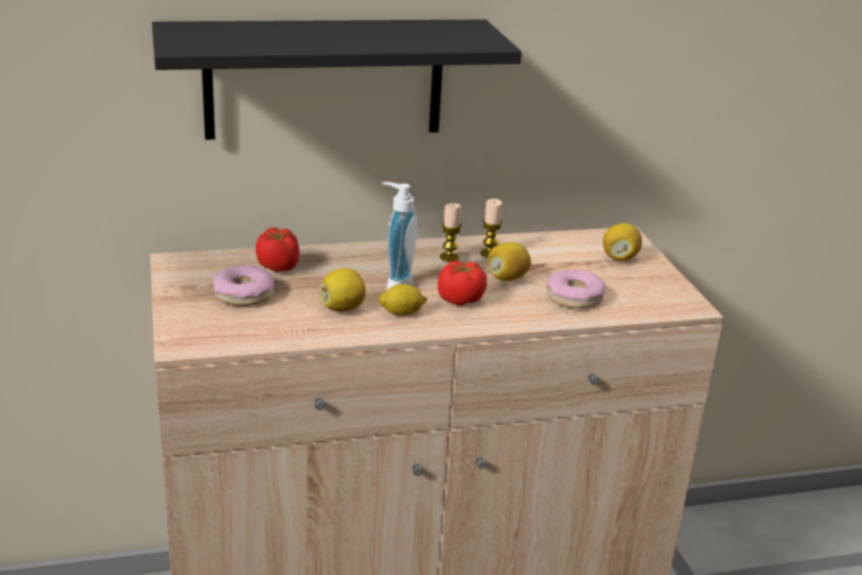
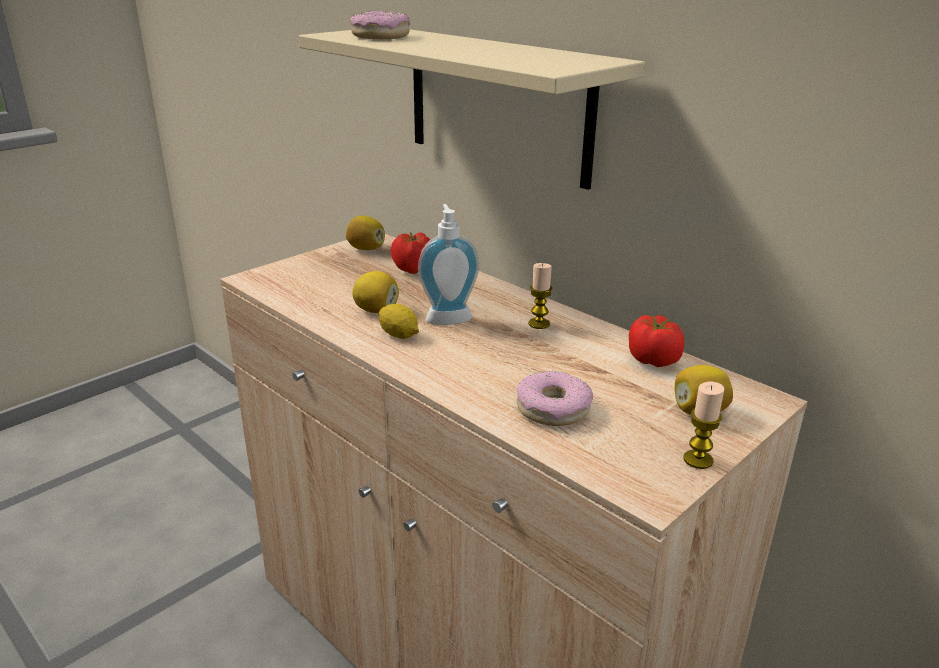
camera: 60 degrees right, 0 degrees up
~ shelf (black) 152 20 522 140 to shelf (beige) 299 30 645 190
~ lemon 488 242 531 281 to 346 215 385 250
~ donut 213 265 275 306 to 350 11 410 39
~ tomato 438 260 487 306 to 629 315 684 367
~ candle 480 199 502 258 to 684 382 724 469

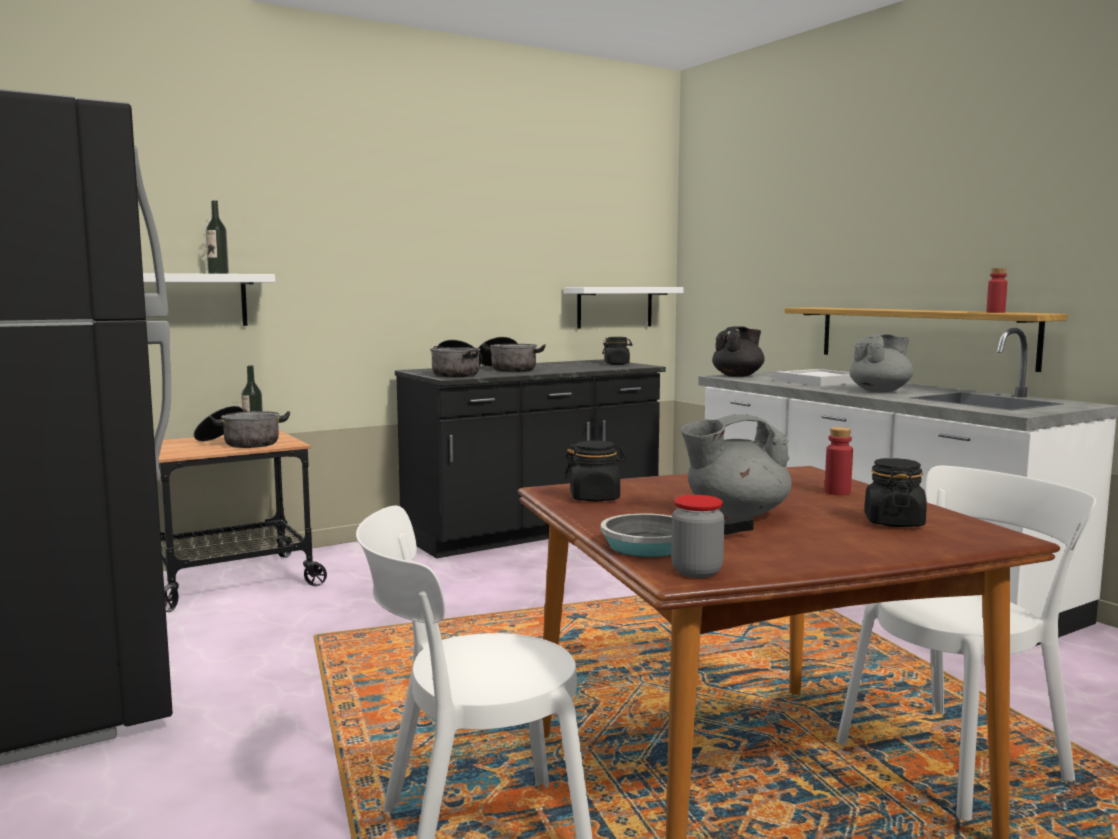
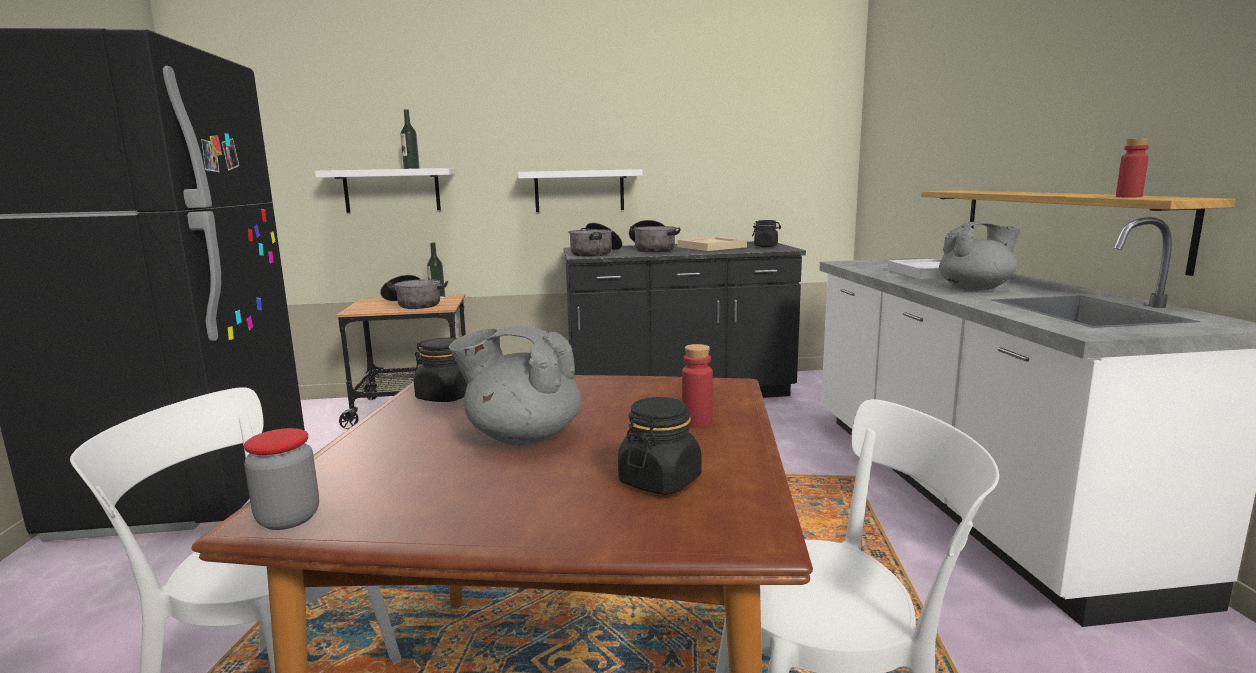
camera: 25 degrees right, 5 degrees up
~ shelf (white) 565 287 683 328 to 518 169 643 212
+ tray (beige) 677 237 747 251
- frying pan 601 513 753 557
- teapot (black) 712 326 765 377

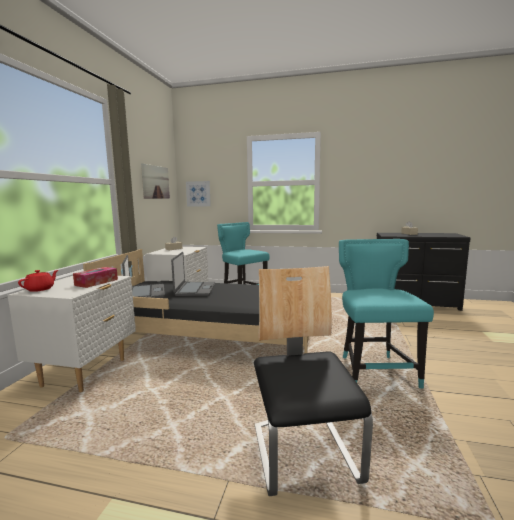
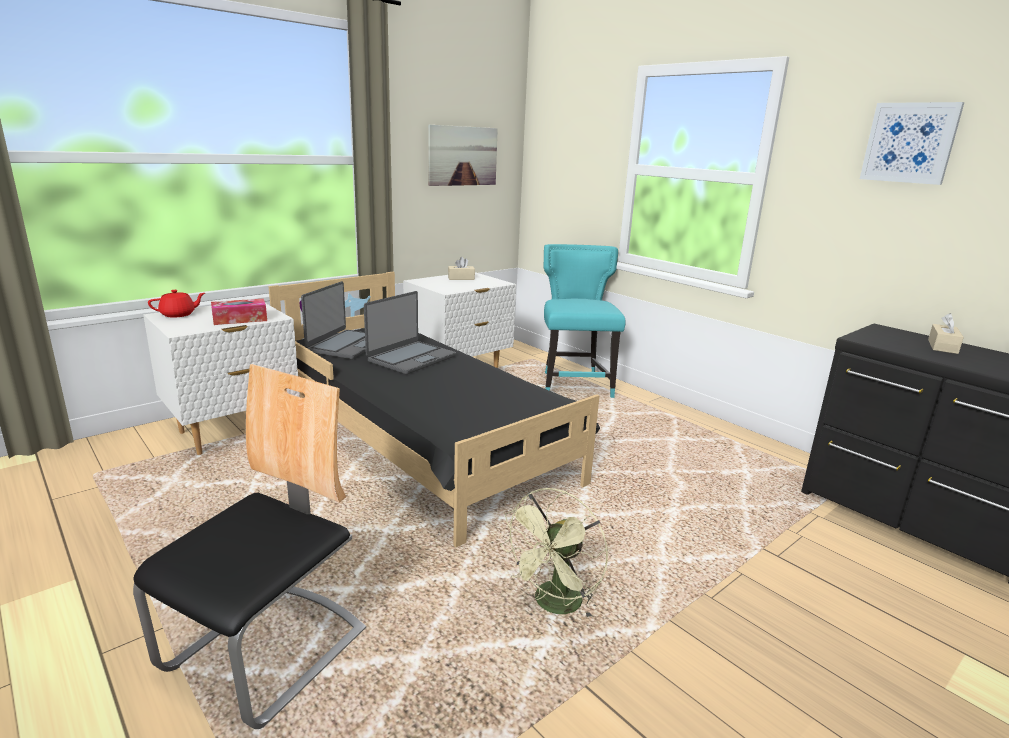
camera: 35 degrees right, 10 degrees up
~ chair (turquoise) 339 239 434 389 to fan (green) 500 488 608 620
~ picture 186 181 211 207 to 860 102 965 185

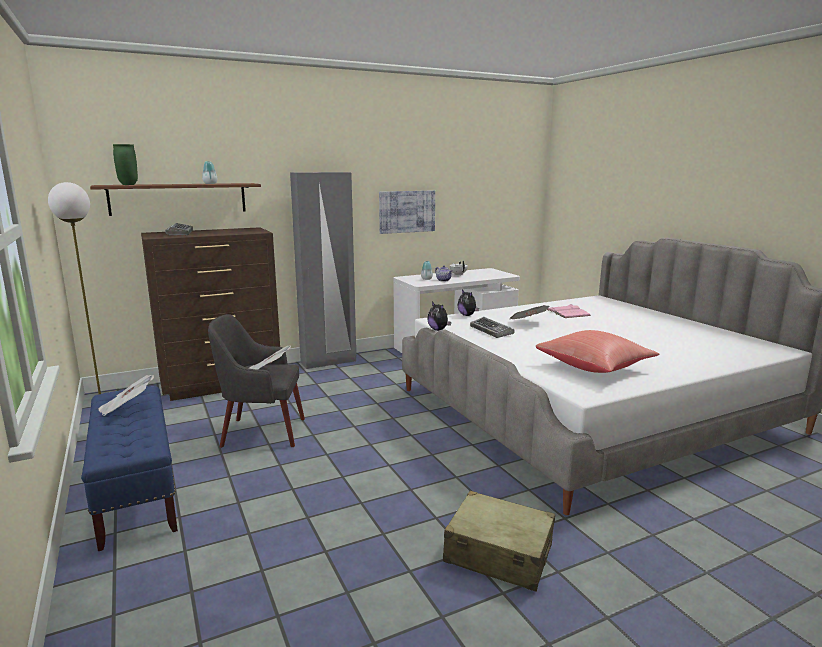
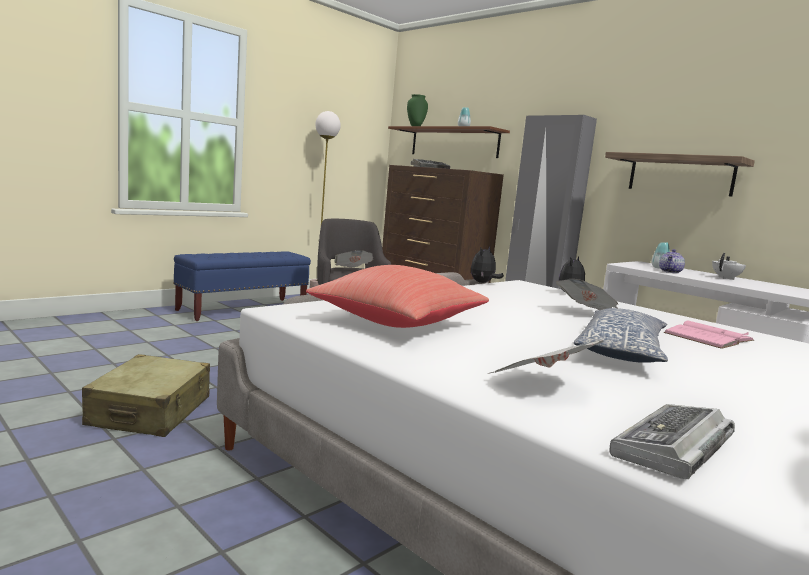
camera: 70 degrees right, 5 degrees down
~ newspaper 98 375 154 416 to 490 340 604 373
+ pillow 574 308 668 363
~ picture 379 190 435 234 to shelf 605 152 755 197
~ keyboard 470 317 515 338 to 610 404 735 479

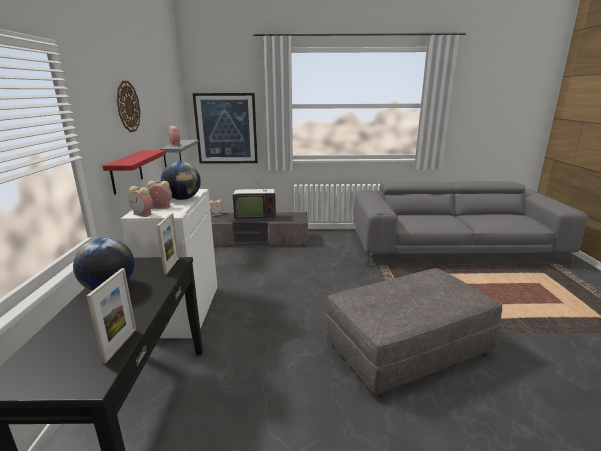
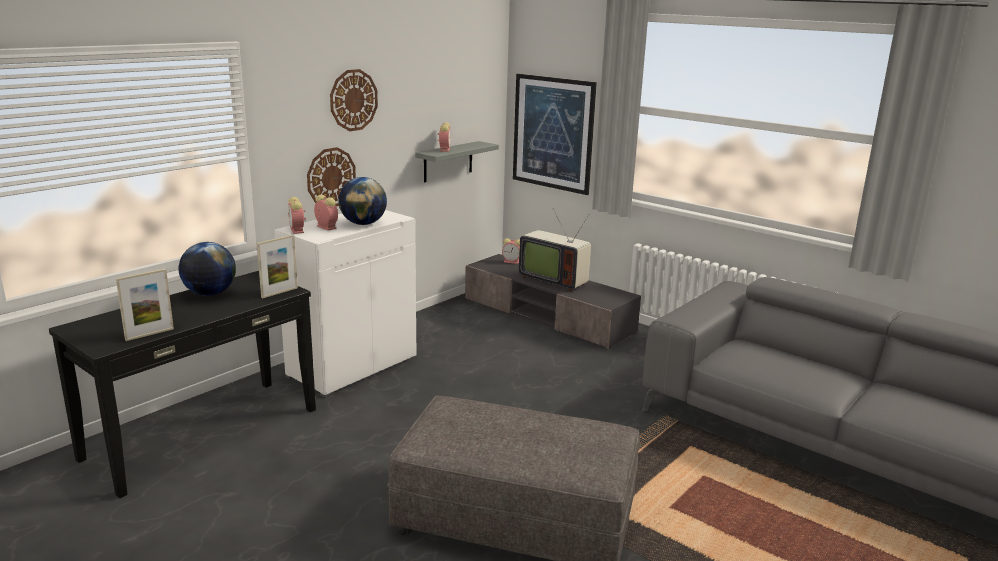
camera: 40 degrees right, 0 degrees up
~ shelf (red) 103 150 166 195 to wall clock 307 147 356 206

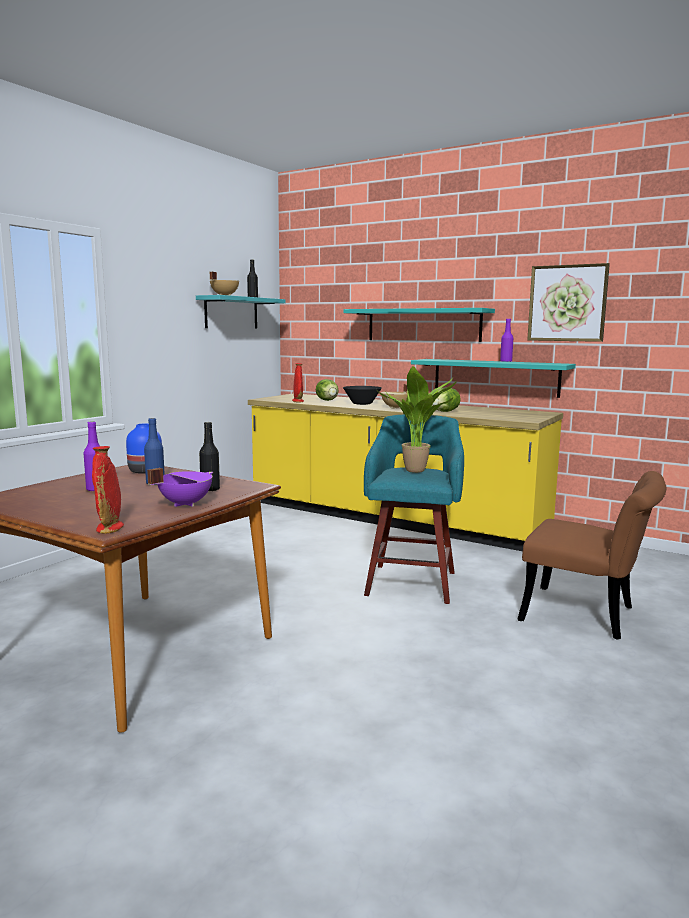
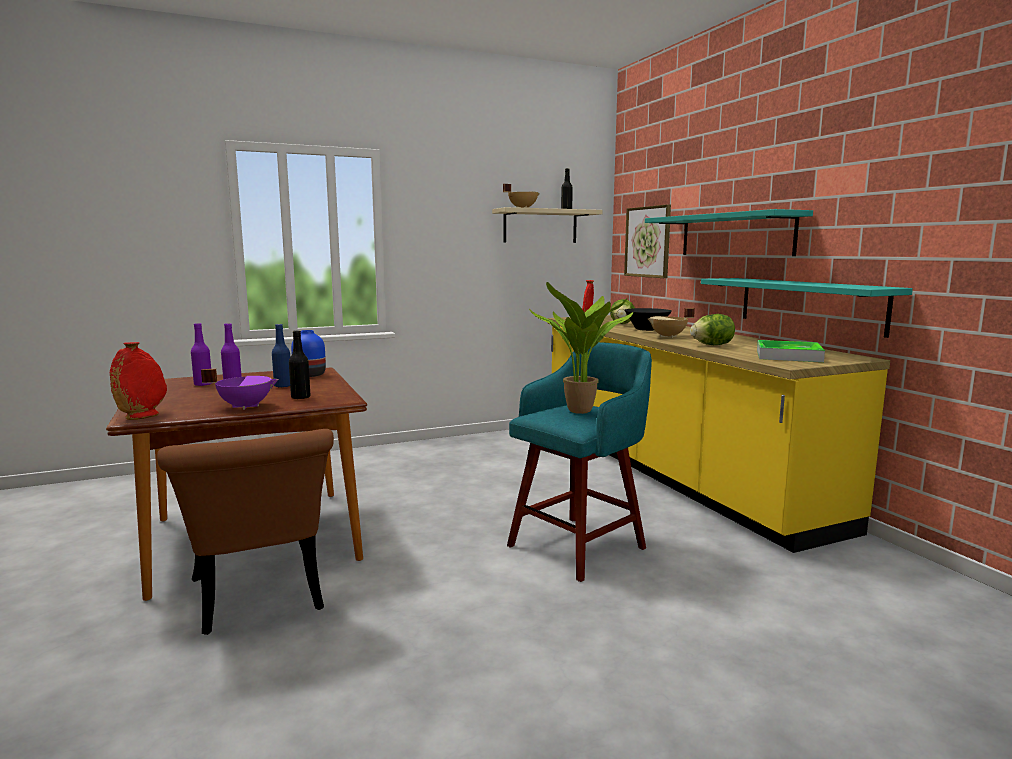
camera: 35 degrees right, 0 degrees up
~ chair (brown) 518 471 667 640 to 157 429 334 635
~ bottle (purple) 500 319 513 362 to 191 323 212 386
~ shelf (turquoise) 196 295 286 329 to shelf (beige) 492 207 603 243
~ picture 527 263 610 342 to 624 204 671 278
+ tray 757 340 825 362

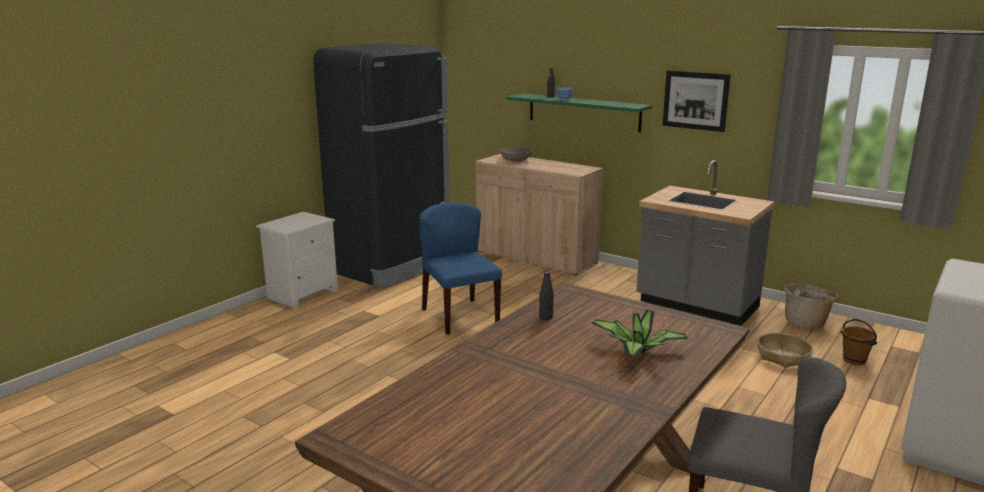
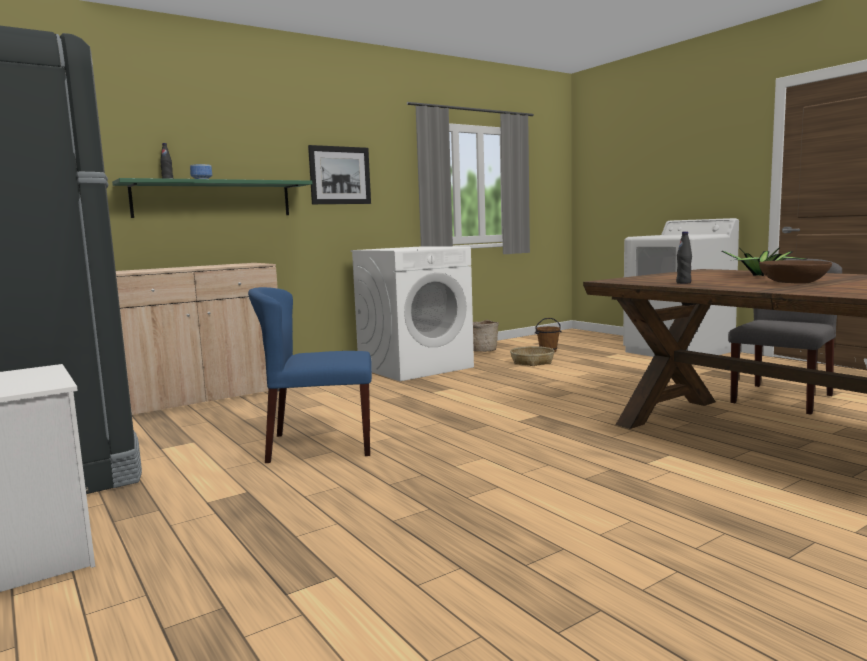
camera: 70 degrees left, 10 degrees down
~ counter (grey) 637 160 775 326 to washing machine (white) 351 246 474 381
+ bowl (brown) 759 260 832 284
- bowl (grey) 500 148 532 162

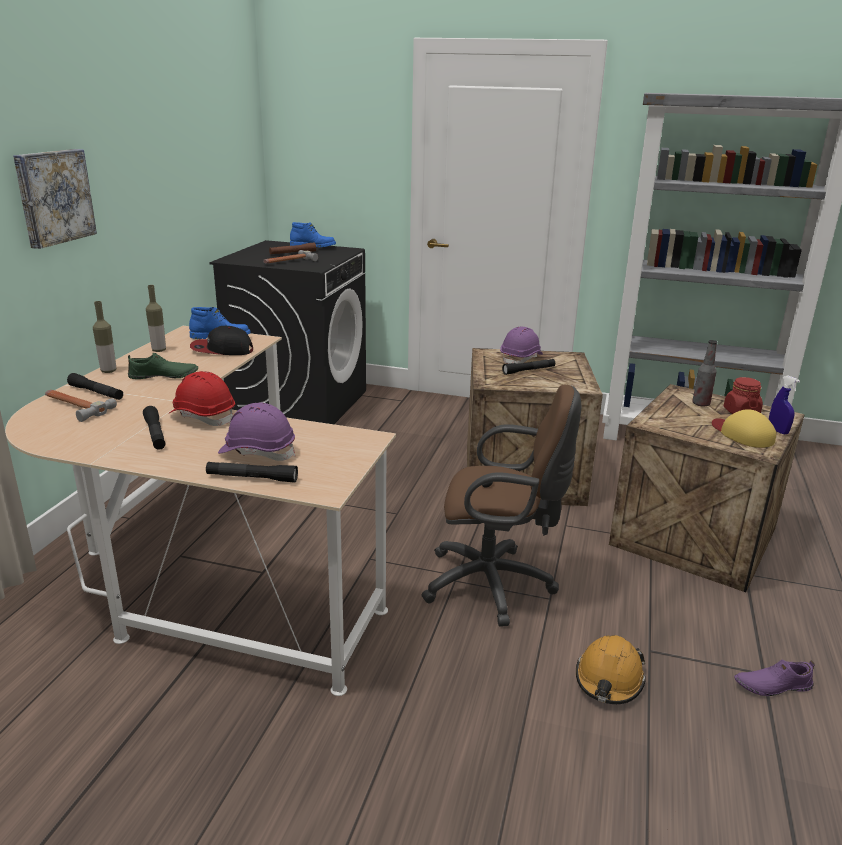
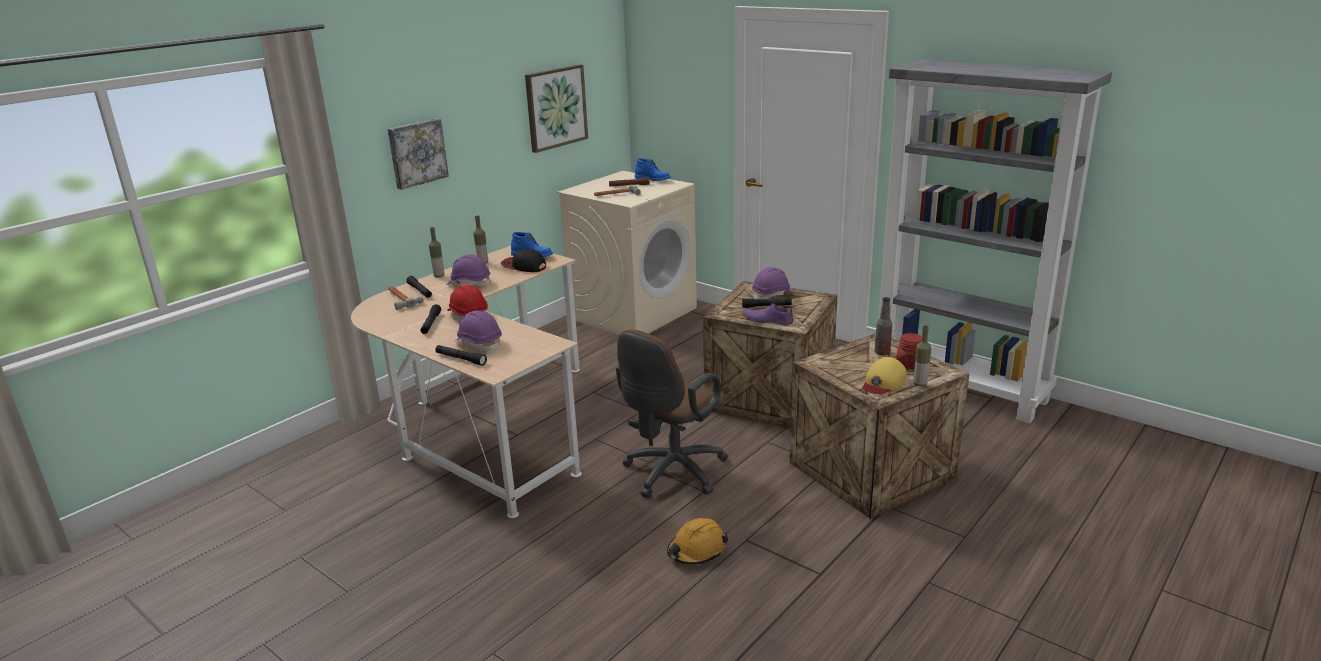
camera: 25 degrees right, 0 degrees up
~ shoe (green) 128 353 198 379 to hard hat (purple) 447 254 491 286
+ picture 525 64 588 153
~ washing machine (black) 209 240 366 424 to washing machine (beige) 557 171 697 335
~ office chair (brown) 421 385 581 627 = 616 329 728 498 90 degrees clockwise
~ shoe (purple) 734 660 815 696 to 742 304 793 325
~ cap (yellow) 712 409 776 448 = 862 357 907 394 135 degrees counterclockwise
~ spray bottle (blue) 769 375 800 434 to bottle 914 325 931 386

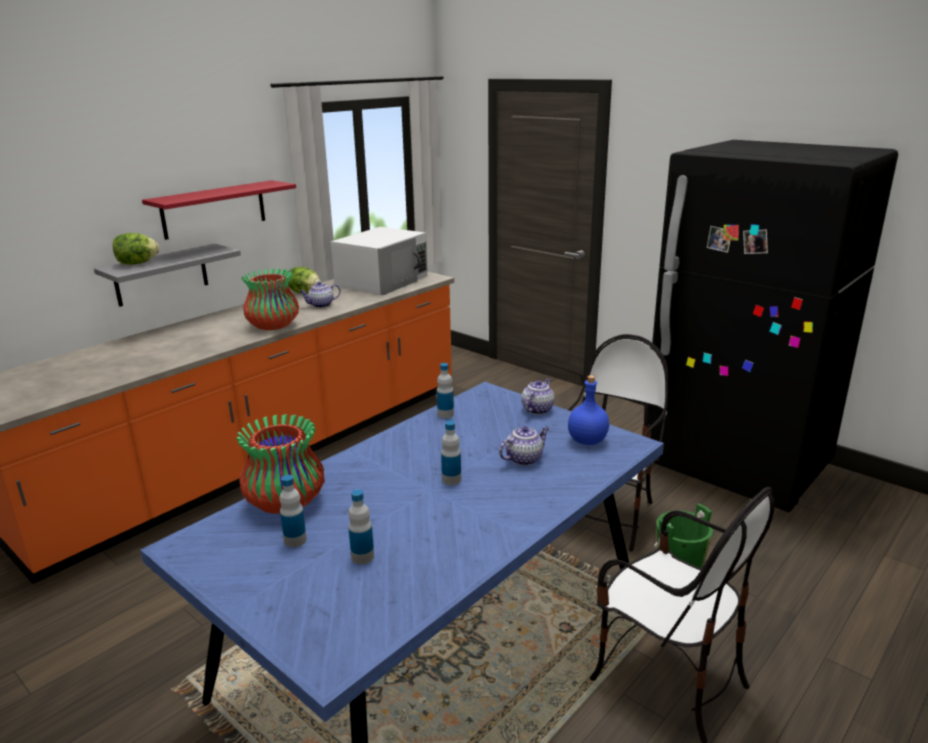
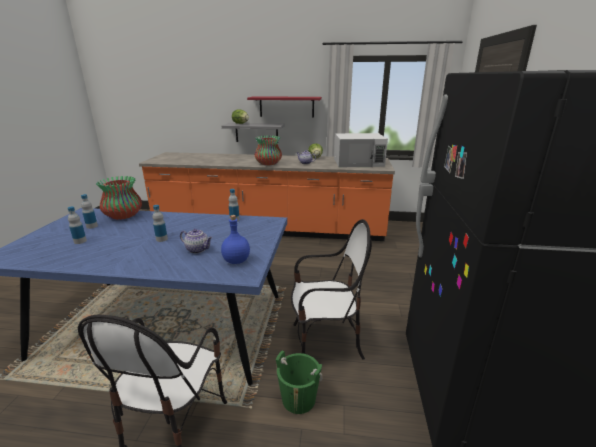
camera: 55 degrees right, 0 degrees up
- teapot 521 379 555 415

